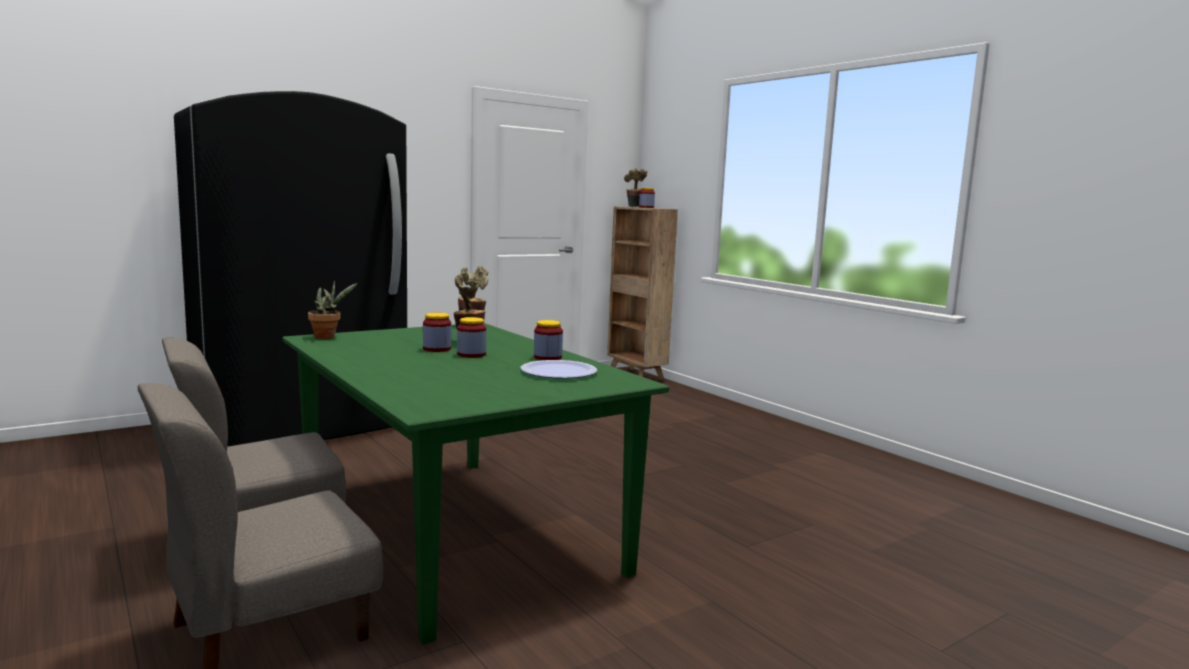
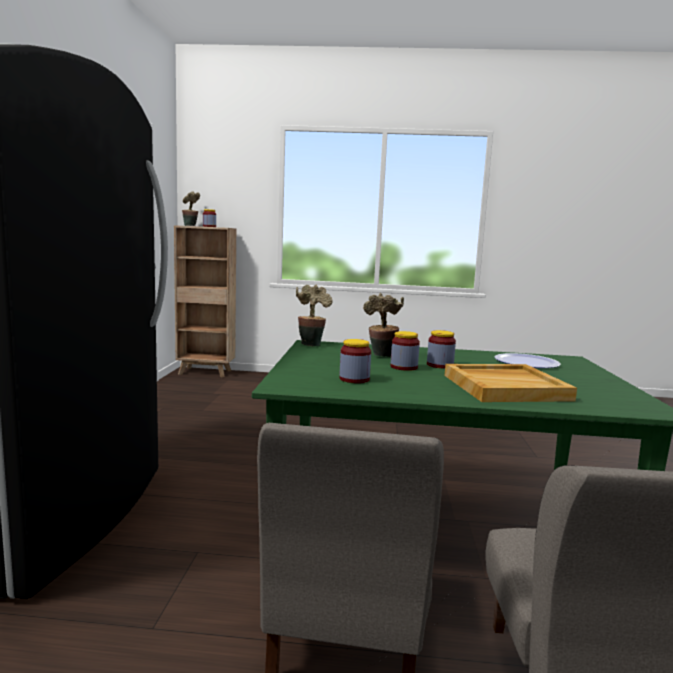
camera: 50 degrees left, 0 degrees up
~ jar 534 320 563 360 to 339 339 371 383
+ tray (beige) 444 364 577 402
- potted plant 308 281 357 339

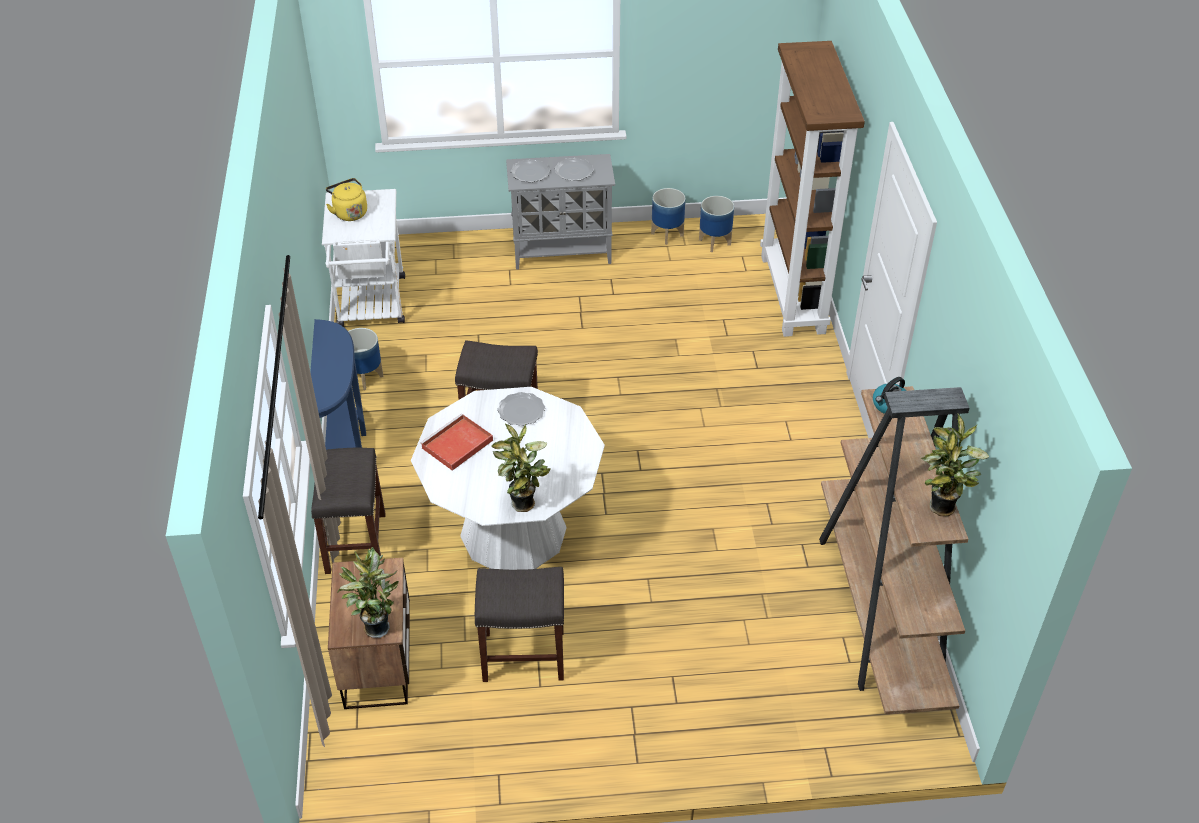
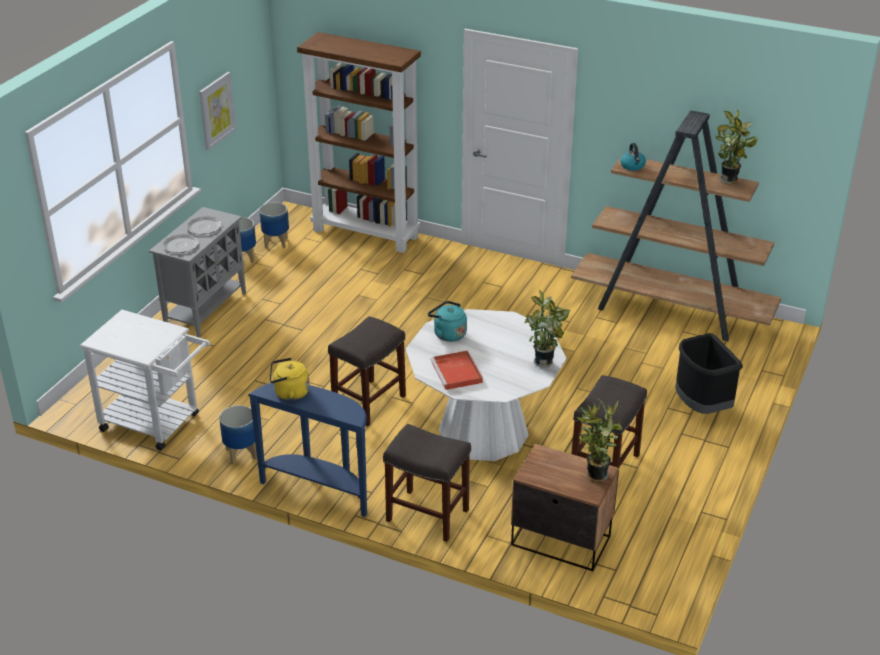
camera: 60 degrees left, 10 degrees down
+ picture 199 72 236 151
~ kettle (yellow) 326 178 367 221 to 270 358 310 401
~ plate 497 392 545 426 to kettle (turquoise) 428 301 467 342
+ trash can (black) 675 333 743 414

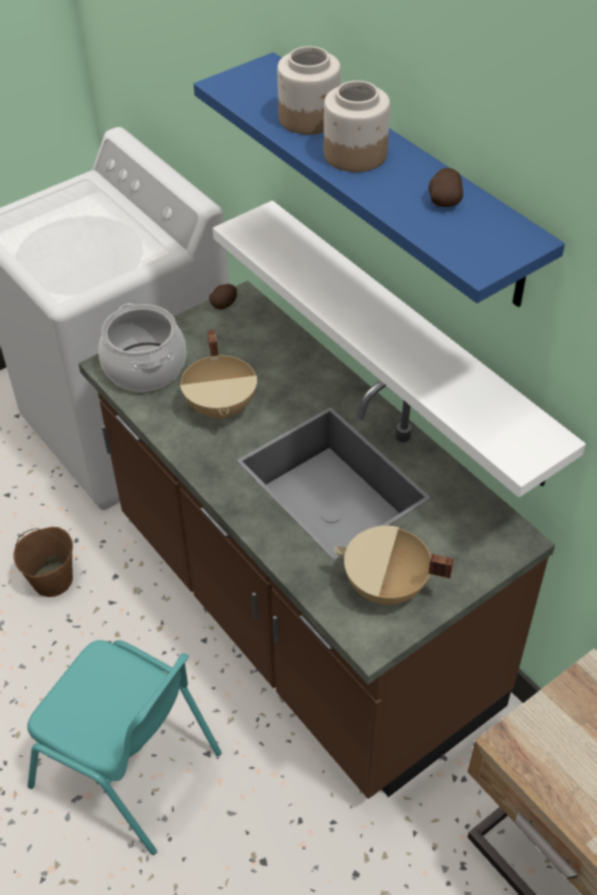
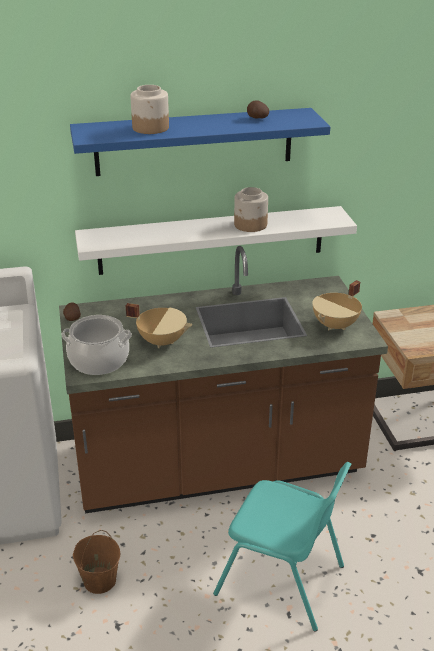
camera: 65 degrees left, 15 degrees down
~ chair (turquoise) 27 640 222 855 = 213 462 351 631 60 degrees clockwise
~ jar 324 81 390 172 to 234 187 268 232

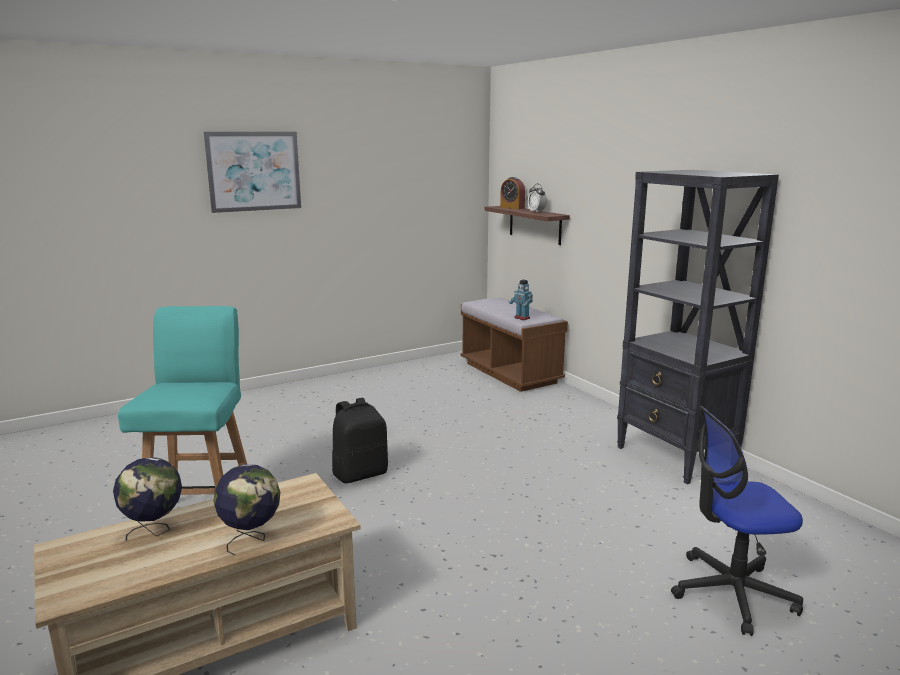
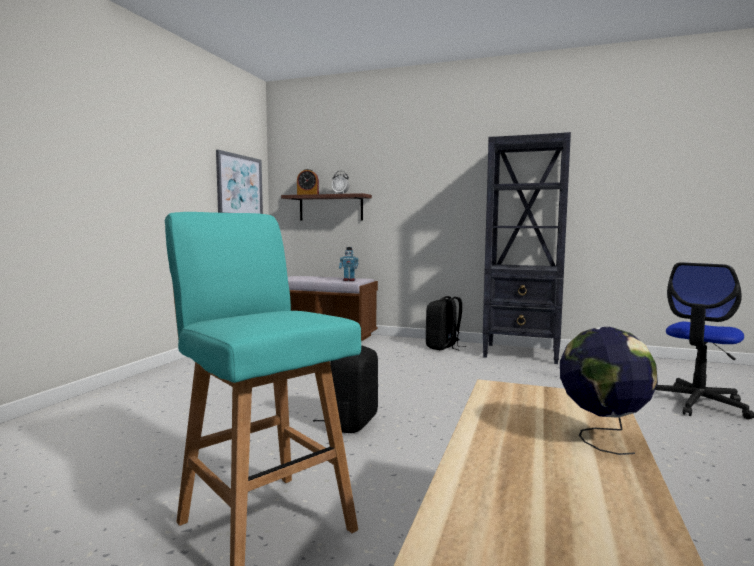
camera: 40 degrees left, 10 degrees down
~ picture 204 132 301 213 to 216 150 263 214
+ backpack (black) 426 296 467 350
- globe 113 457 182 541

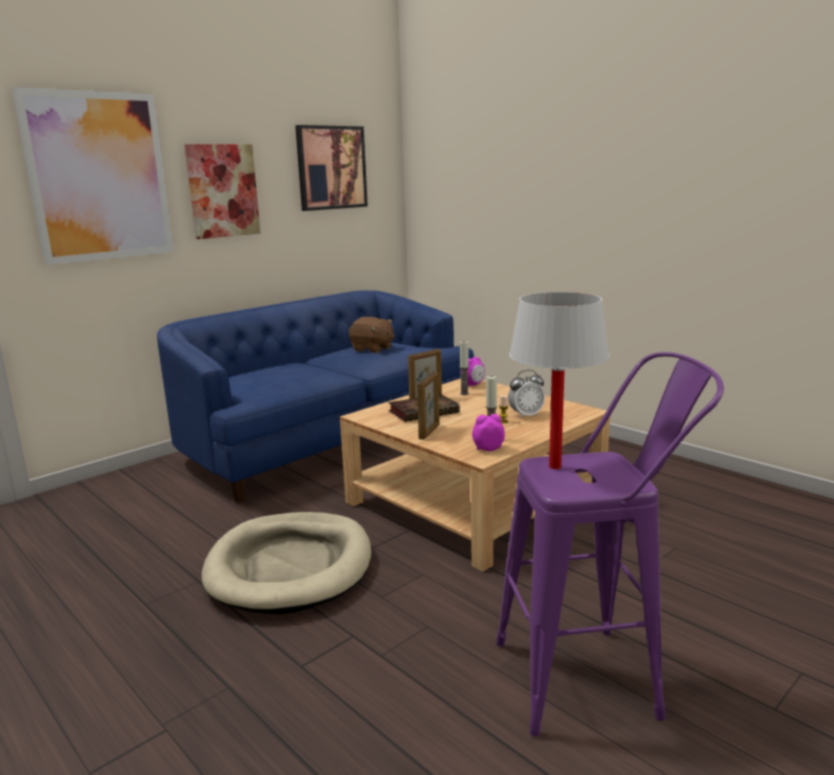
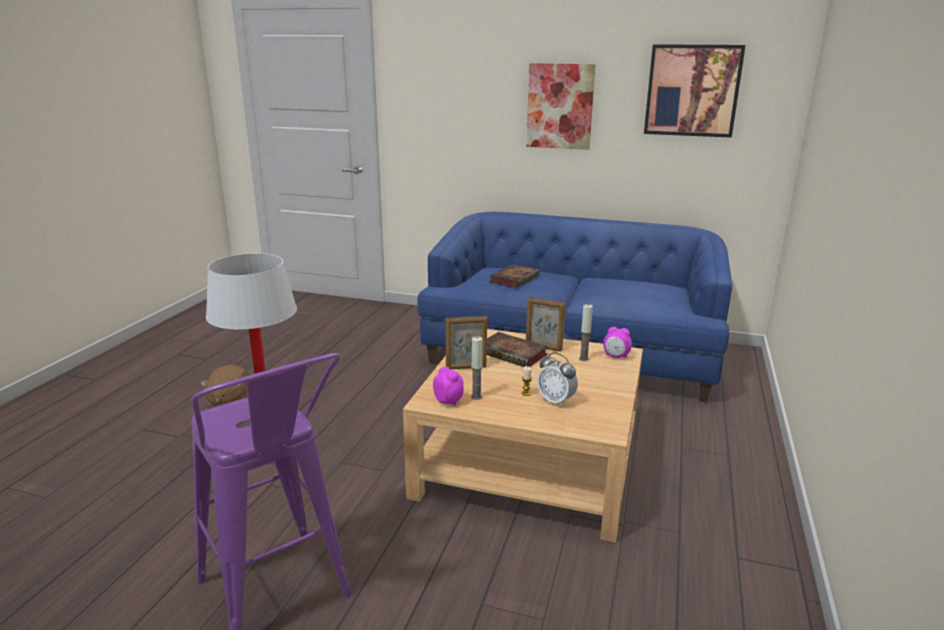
camera: 60 degrees right, 5 degrees up
~ plush toy (brown) 349 317 394 353 to 200 365 249 409
+ book 489 264 540 288
- picture 11 87 174 265
- dog bed (beige) 202 512 372 614

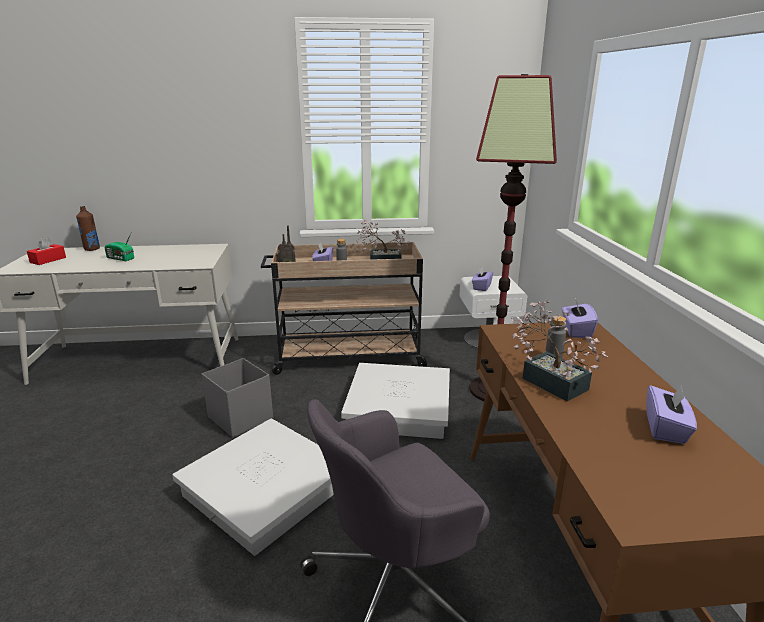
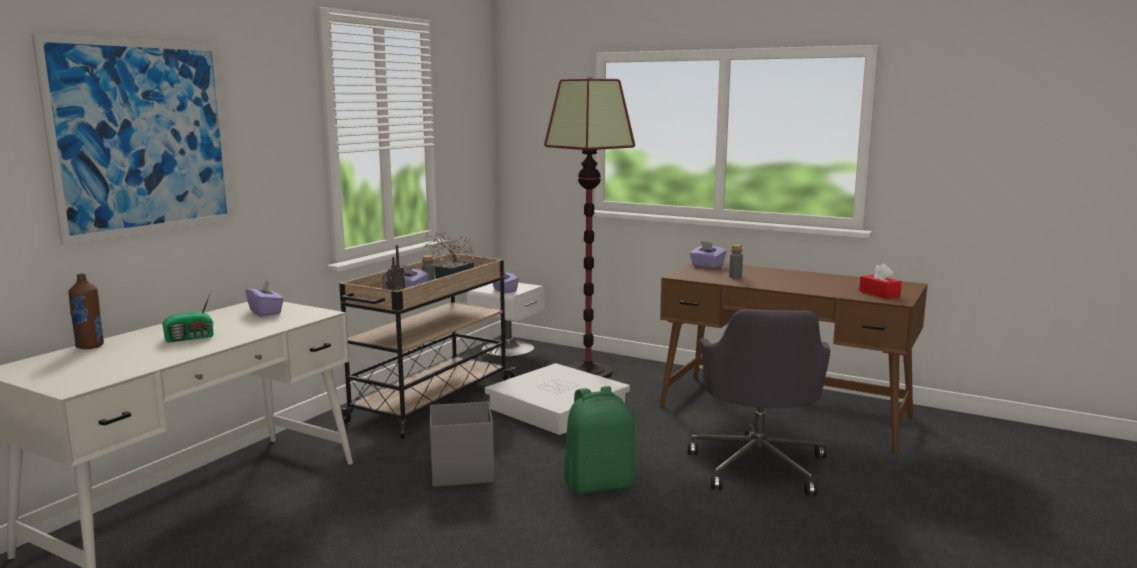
camera: 55 degrees left, 10 degrees down
+ picture 31 33 234 245
~ tissue box (purple) 647 385 697 444 to 245 280 284 317
~ storage box (white) 172 418 334 556 to backpack (green) 564 386 635 494
~ tissue box (red) 27 237 66 265 to 859 264 902 298
- potted plant 511 300 608 401

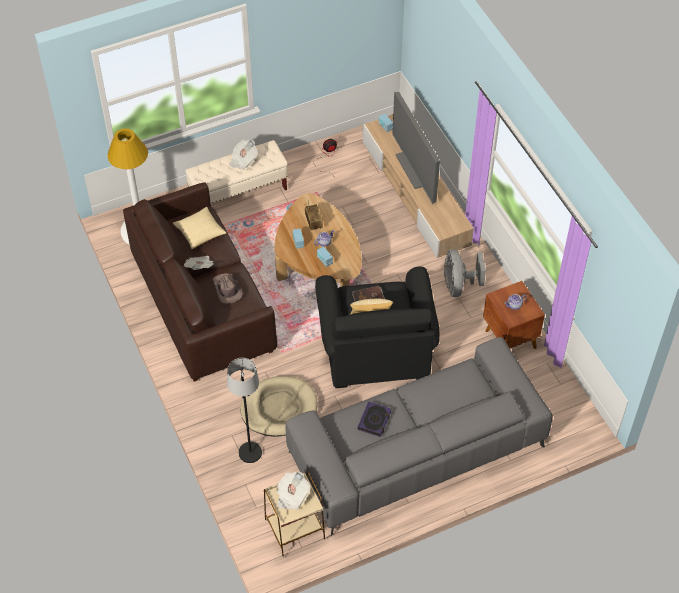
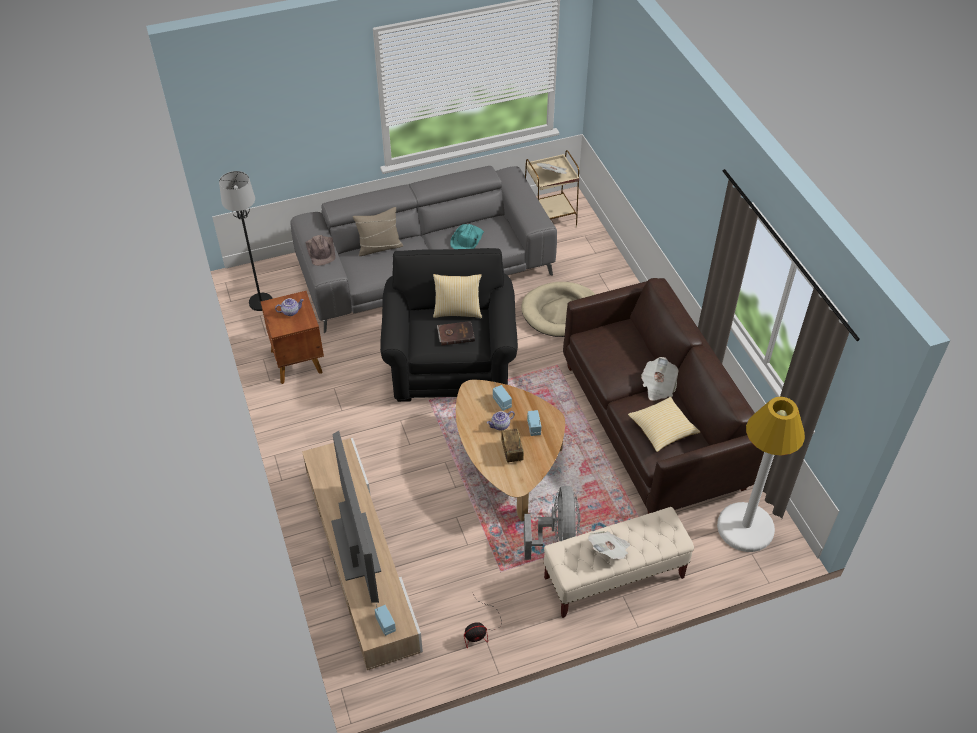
camera: 175 degrees left, 5 degrees down
~ floor lamp (black) 227 358 262 463 to 219 171 273 311
~ hat (brown) 213 273 243 304 to 306 235 336 266
+ pillow (beige) 353 207 403 256
~ book 358 401 391 437 to hat (turquoise) 450 224 484 249
~ fan (grey) 444 249 486 297 to 524 486 581 560

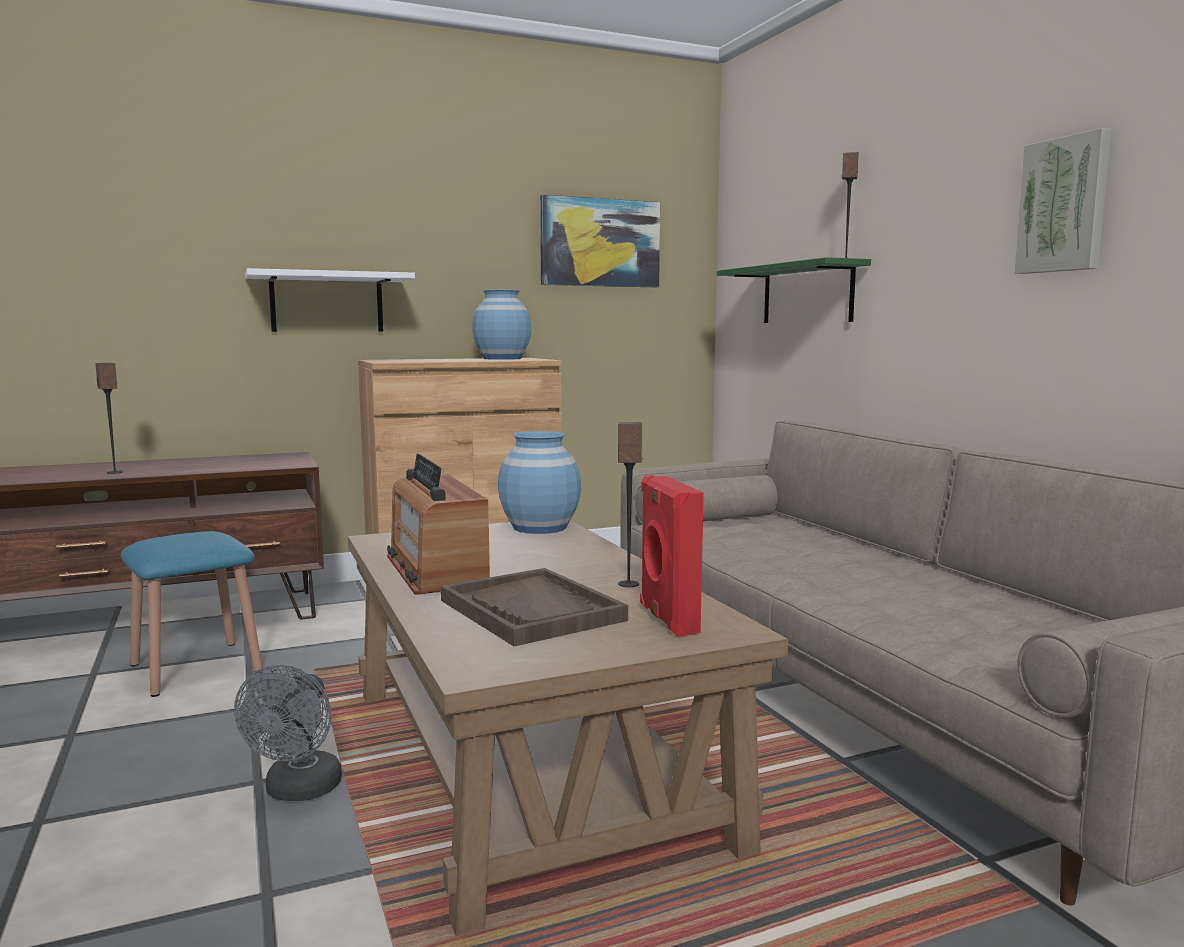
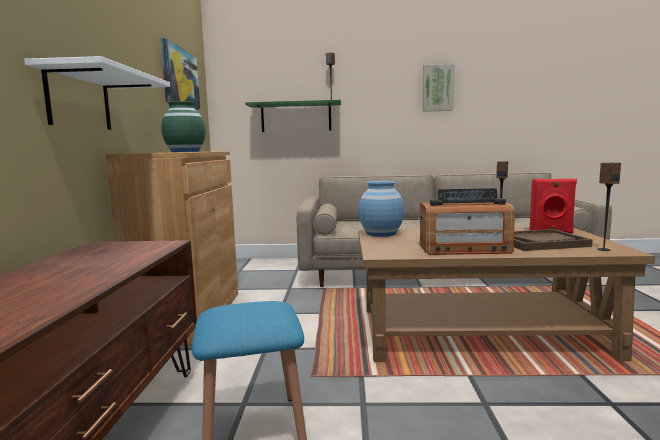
camera: 65 degrees left, 0 degrees up
~ vase (blue) 472 289 531 360 to vase (green) 161 101 206 152
~ speaker 95 363 123 474 to 597 163 621 251
- fan (grey) 234 665 342 801

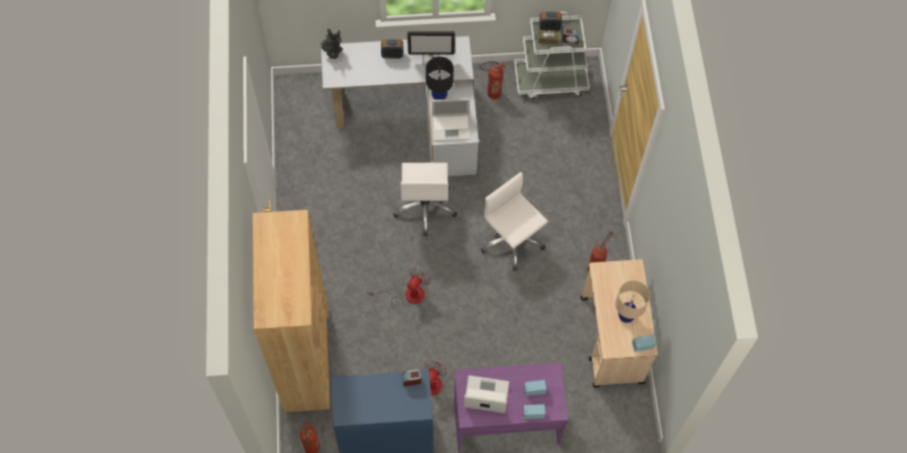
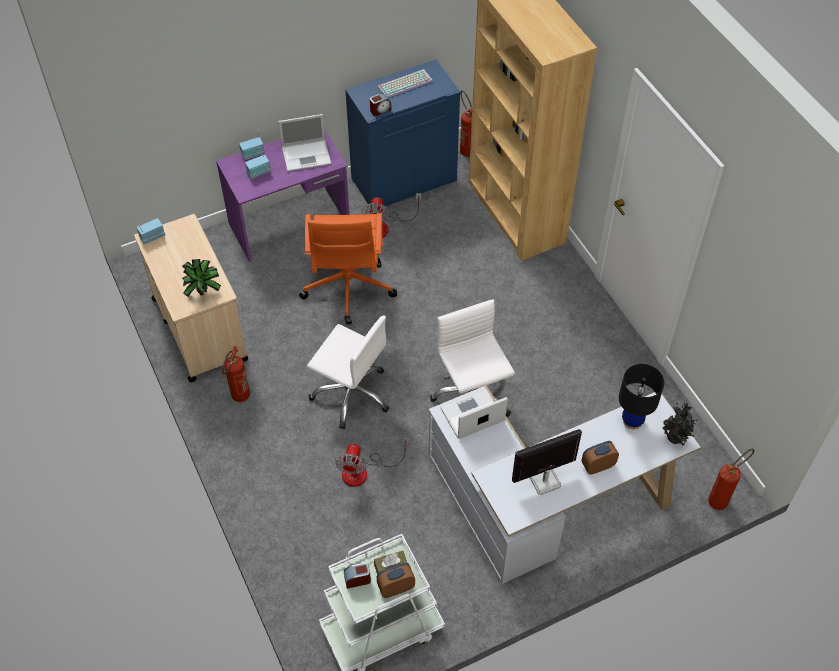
camera: 160 degrees right, 10 degrees down
+ potted plant 182 259 221 297
+ office chair (orange) 299 213 397 325
~ fan 367 268 430 306 to 334 437 409 487
+ keyboard 378 69 433 98
~ table lamp (black) 426 57 454 100 to 619 364 664 429
~ fire extinguisher 479 61 506 99 to 708 449 754 510
- table lamp (beige) 615 280 650 323

